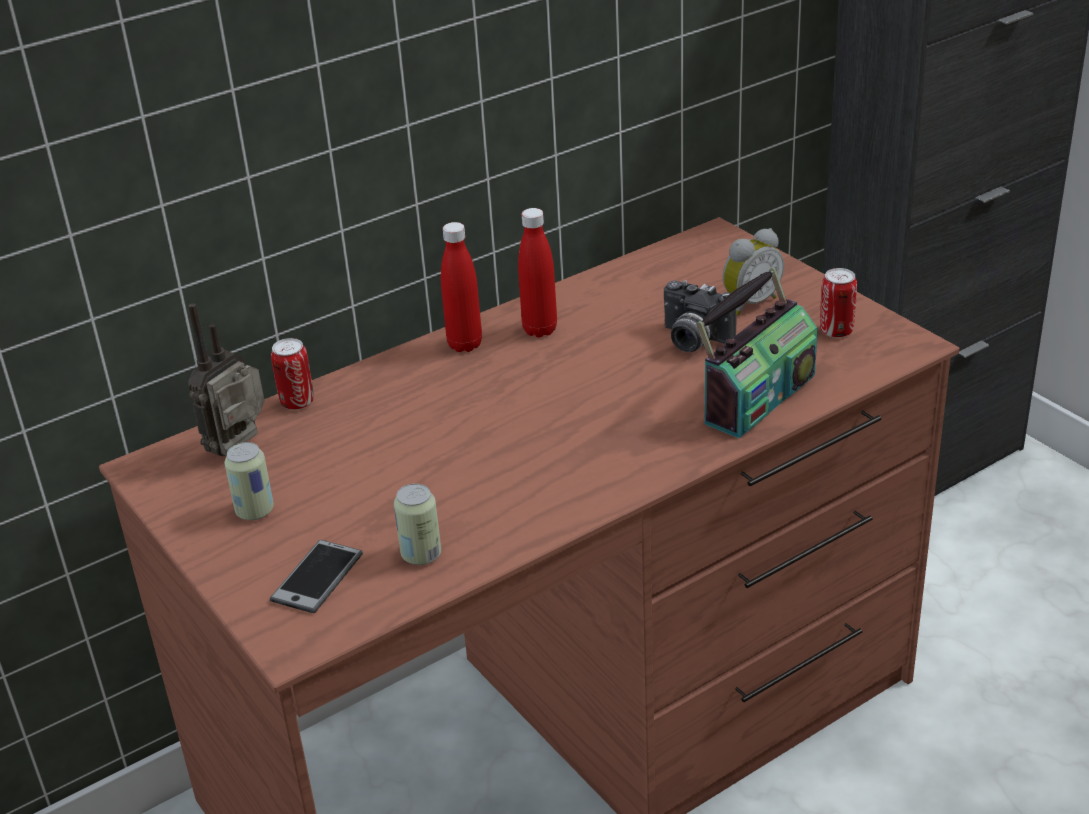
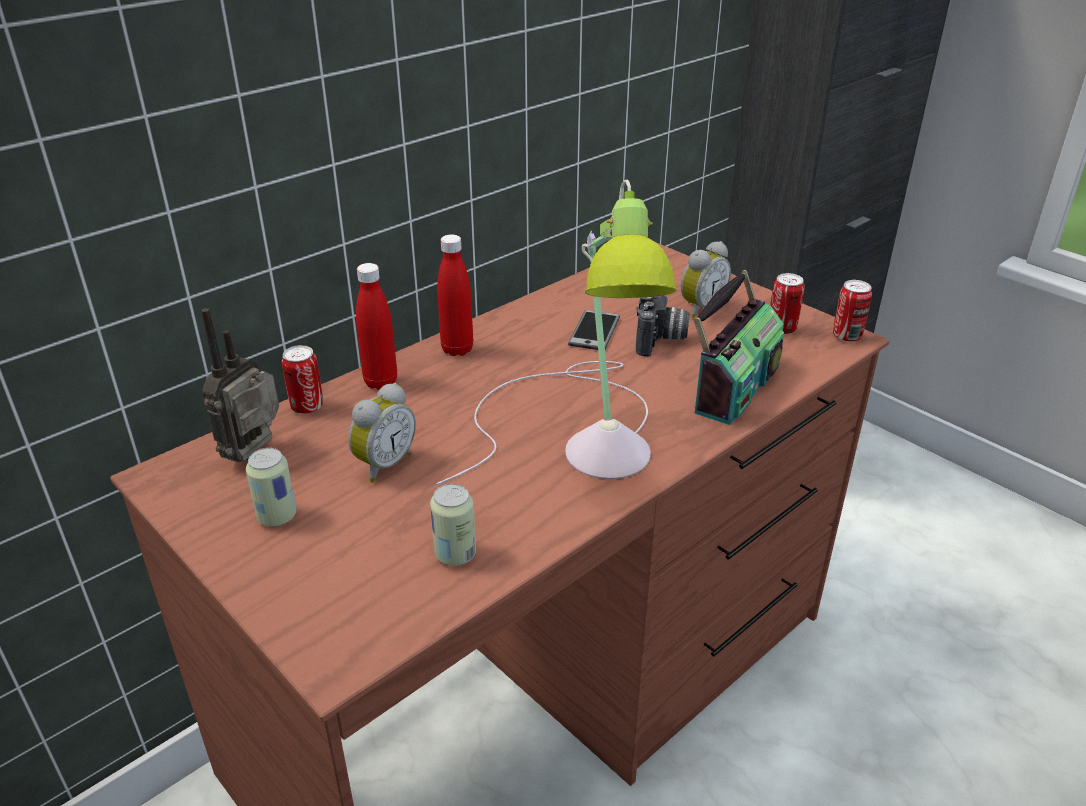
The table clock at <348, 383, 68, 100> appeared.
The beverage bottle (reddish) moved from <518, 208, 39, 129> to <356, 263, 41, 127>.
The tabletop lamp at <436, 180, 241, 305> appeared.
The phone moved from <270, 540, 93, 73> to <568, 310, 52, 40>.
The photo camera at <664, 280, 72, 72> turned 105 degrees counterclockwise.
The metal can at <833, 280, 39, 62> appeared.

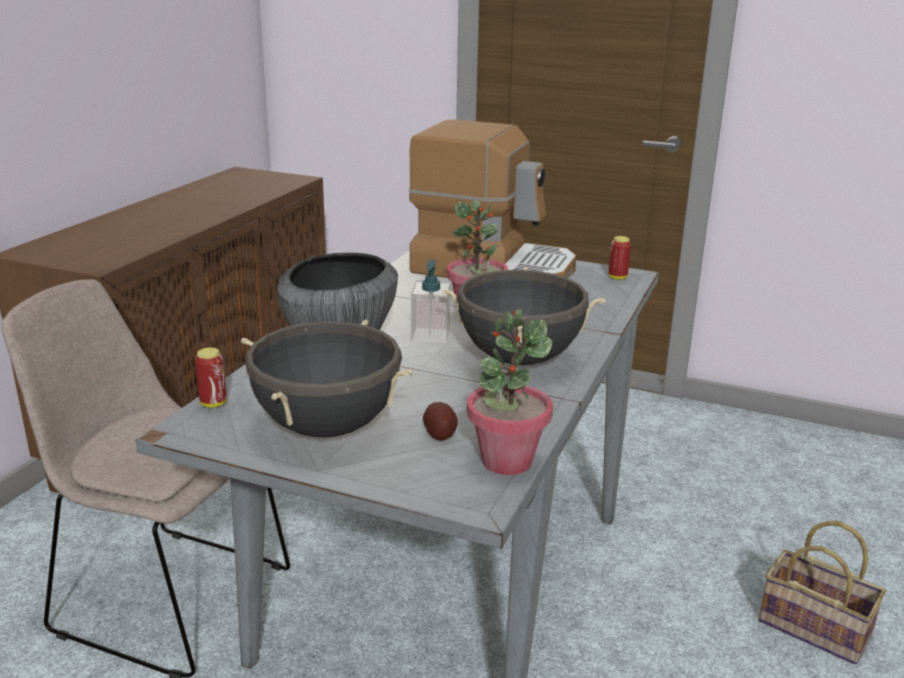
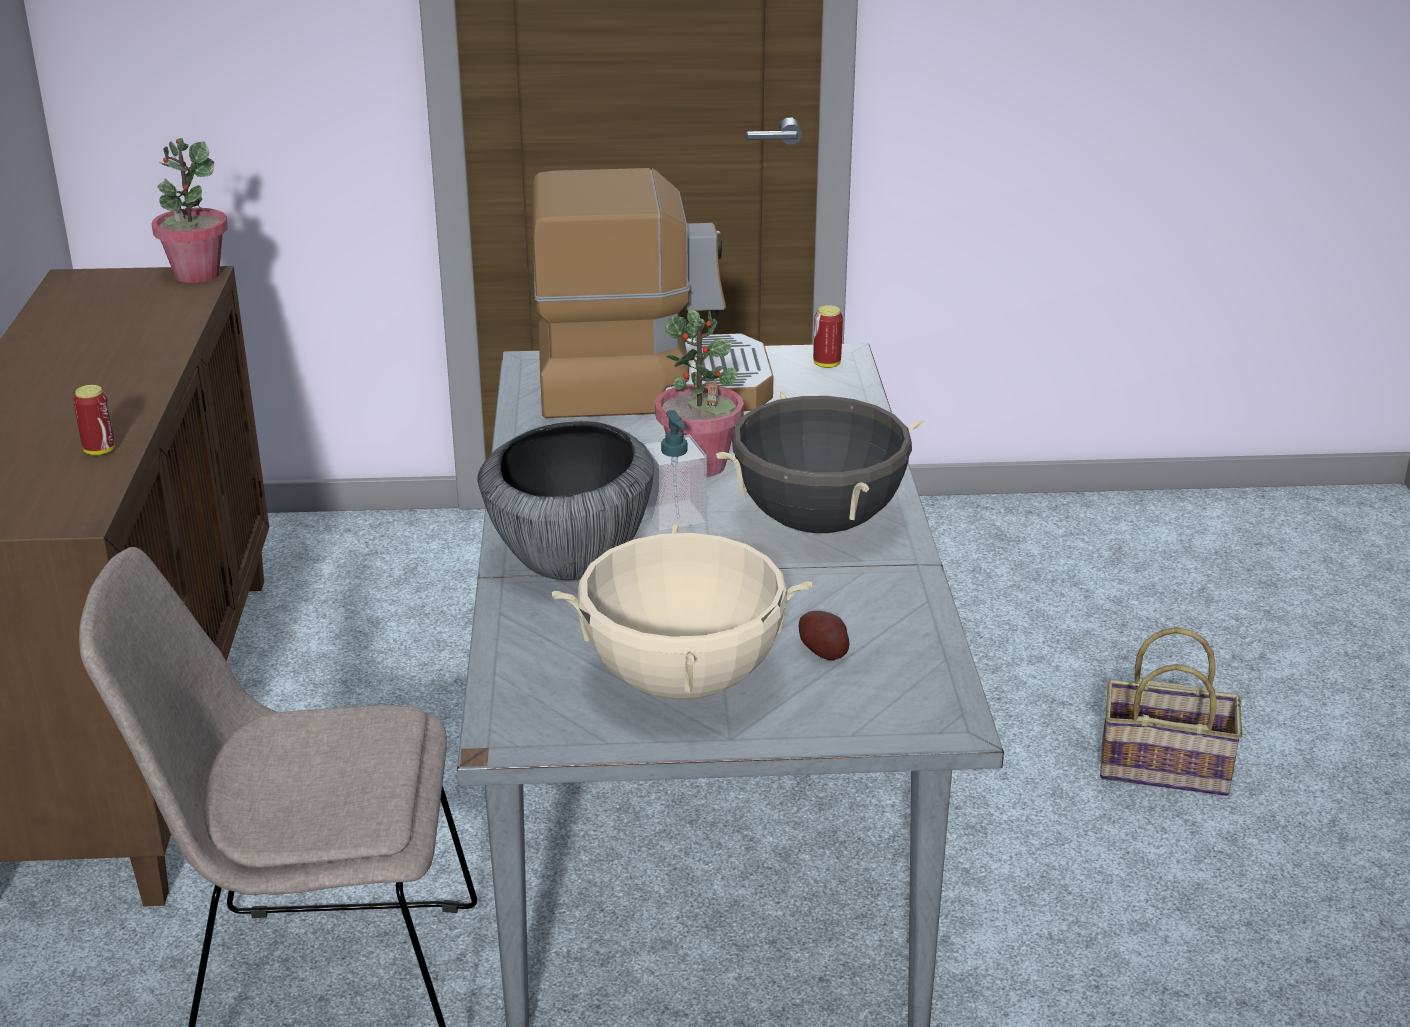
The metal can moved from <195, 348, 32, 60> to <73, 385, 42, 70>.
The plant in a pot moved from <467, 310, 86, 165> to <152, 138, 76, 145>.
The stockpot (black) at <241, 319, 172, 119> became the stockpot (beige) at <552, 523, 260, 177>.

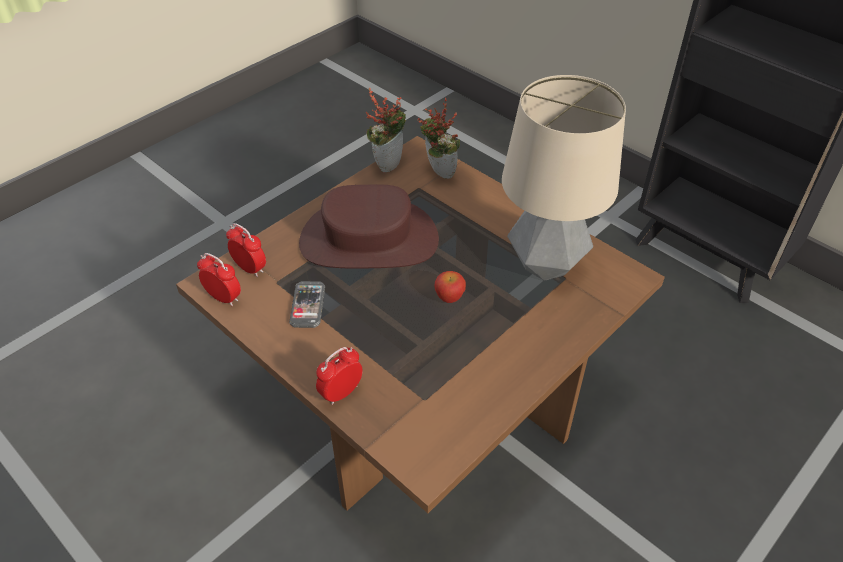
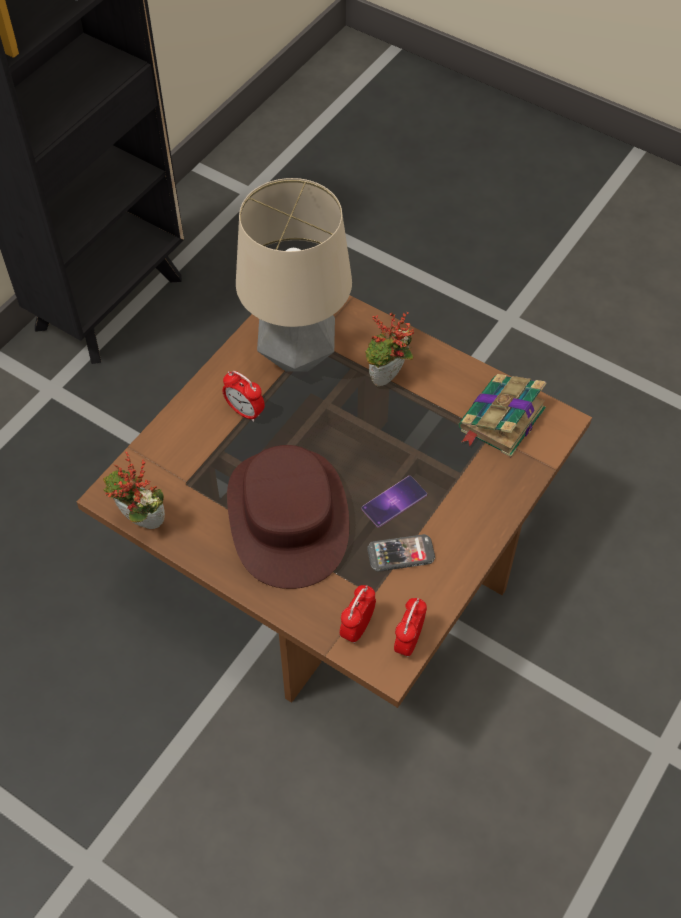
The table clock moved from <316, 347, 47, 58> to <223, 371, 42, 51>.
The phone at <362, 476, 65, 52> appeared.
The plant in a pot moved from <418, 98, 42, 81> to <365, 312, 49, 75>.
The book at <459, 374, 88, 83> appeared.
The apple fruit at <434, 271, 32, 32> disappeared.

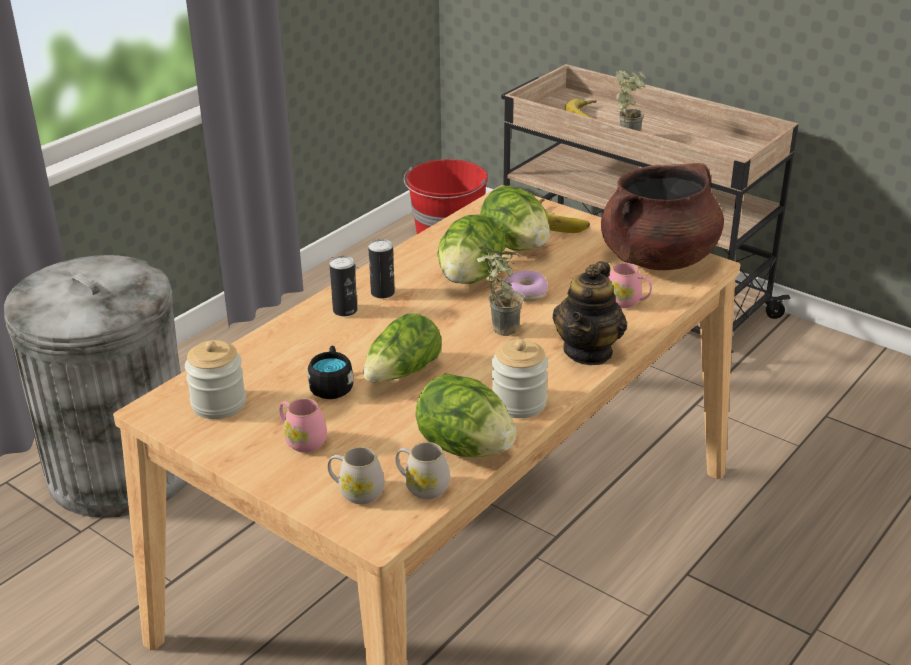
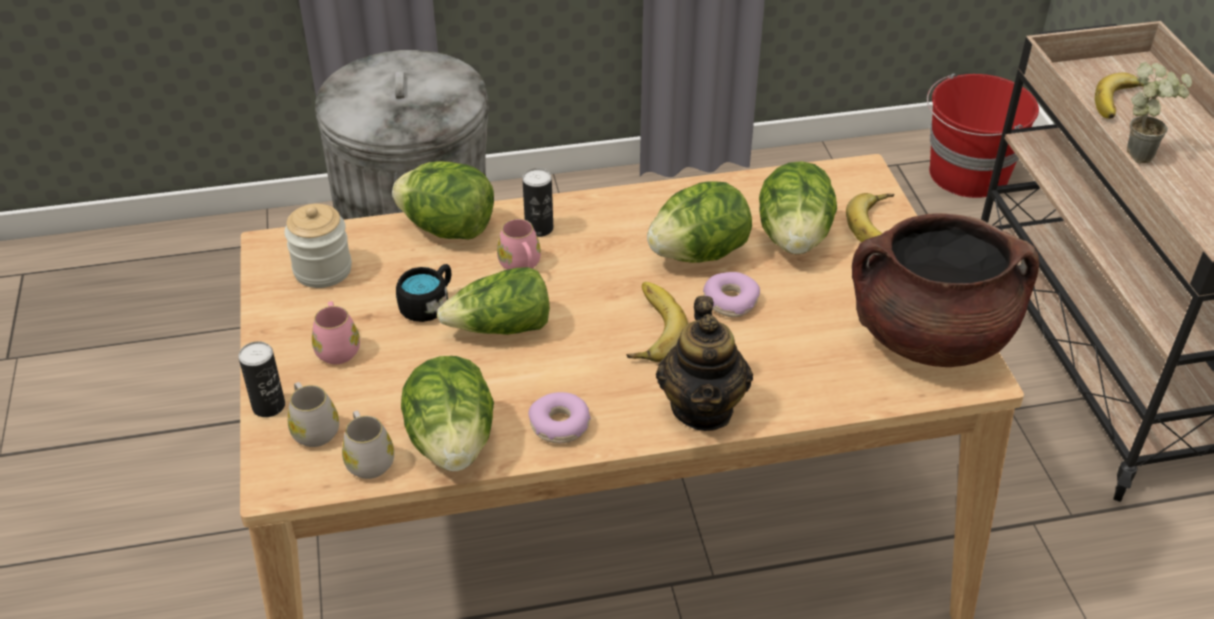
The metal can moved from <368, 239, 27, 59> to <238, 341, 47, 76>.
The lettuce head at <392, 161, 102, 78> appeared.
The mug (pinkish) moved from <609, 263, 43, 45> to <497, 219, 44, 51>.
The preserve jar at <492, 339, 56, 79> was replaced by the doughnut at <528, 392, 63, 51>.
The plant in a pot at <477, 247, 47, 89> was replaced by the whole banana at <626, 282, 62, 80>.
The teapot at <553, 261, 74, 104> turned 60 degrees counterclockwise.

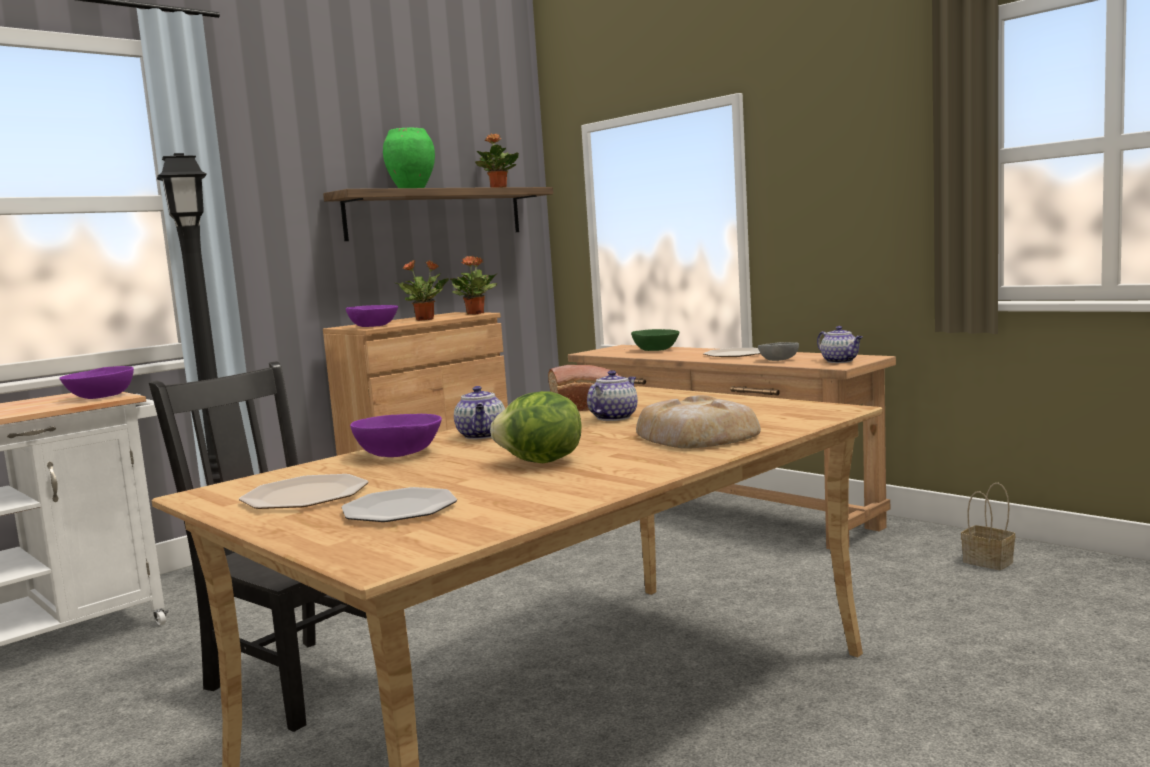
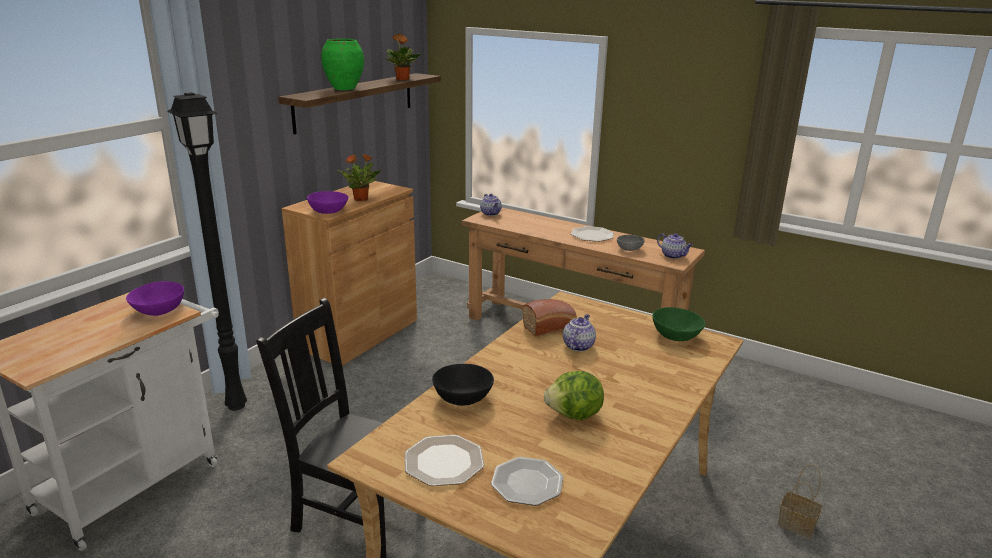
The deep dish (purplish) at <350, 414, 92, 43> became the deep dish (black) at <432, 364, 62, 42>.
The teapot moved from <454, 386, 51, 53> to <480, 194, 22, 22>.
The deep dish (greenish) moved from <631, 329, 48, 22> to <653, 307, 52, 34>.
The basket moved from <961, 483, 54, 87> to <778, 464, 44, 74>.
The plant in a pot at <450, 256, 47, 59> disappeared.
The bakery bread at <636, 395, 125, 54> disappeared.

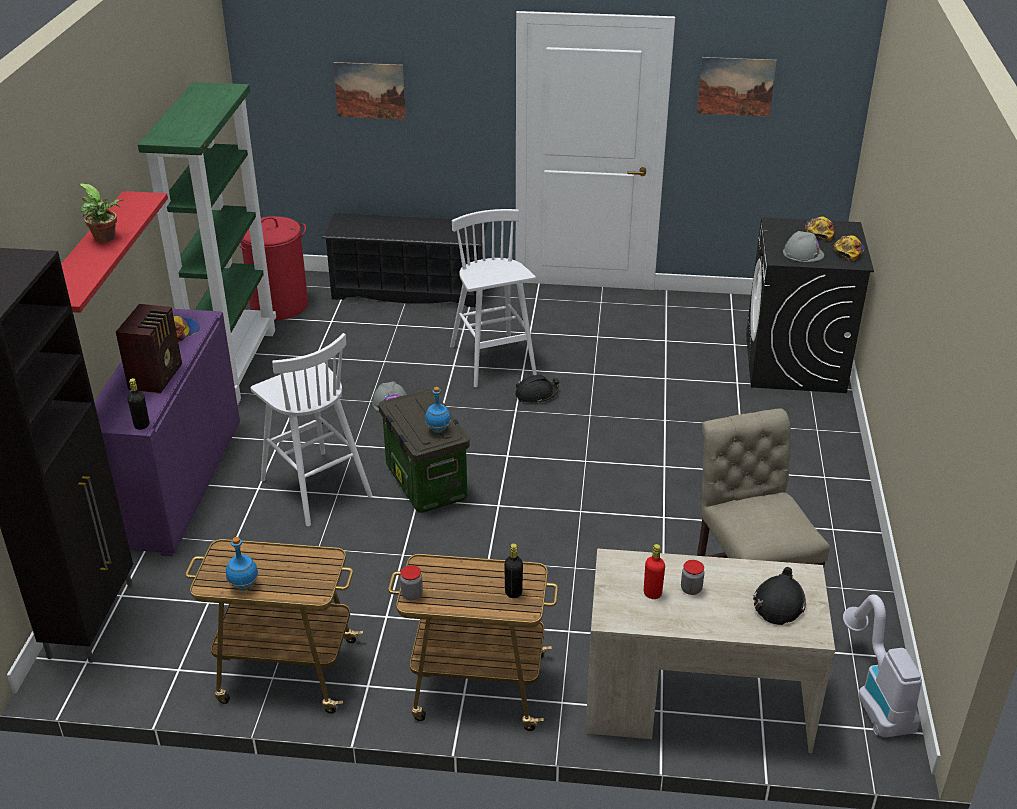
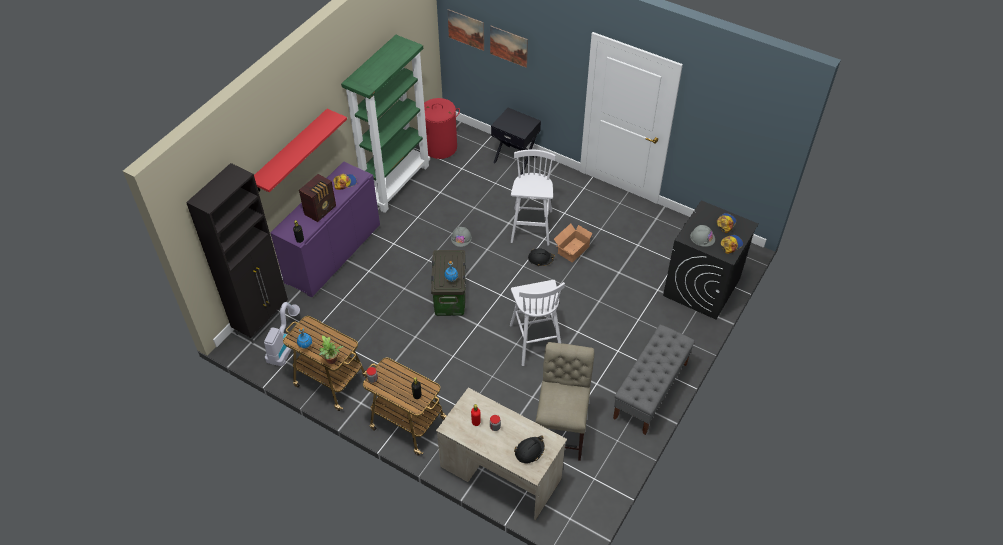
The hoover moved from <843, 594, 79, 143> to <264, 302, 36, 64>.
The plant in a pot moved from <79, 183, 45, 60> to <319, 335, 25, 29>.
The picture moved from <697, 57, 80, 60> to <448, 9, 36, 42>.
The shoe stand (black) at <322, 213, 166, 94> was replaced by the bedside table (black) at <491, 108, 50, 67>.
The stool (white) moved from <251, 333, 121, 194> to <510, 280, 55, 86>.
The cardboard box at <554, 223, 38, 40> appeared.
The indoor bench (gray) at <613, 325, 82, 110> appeared.

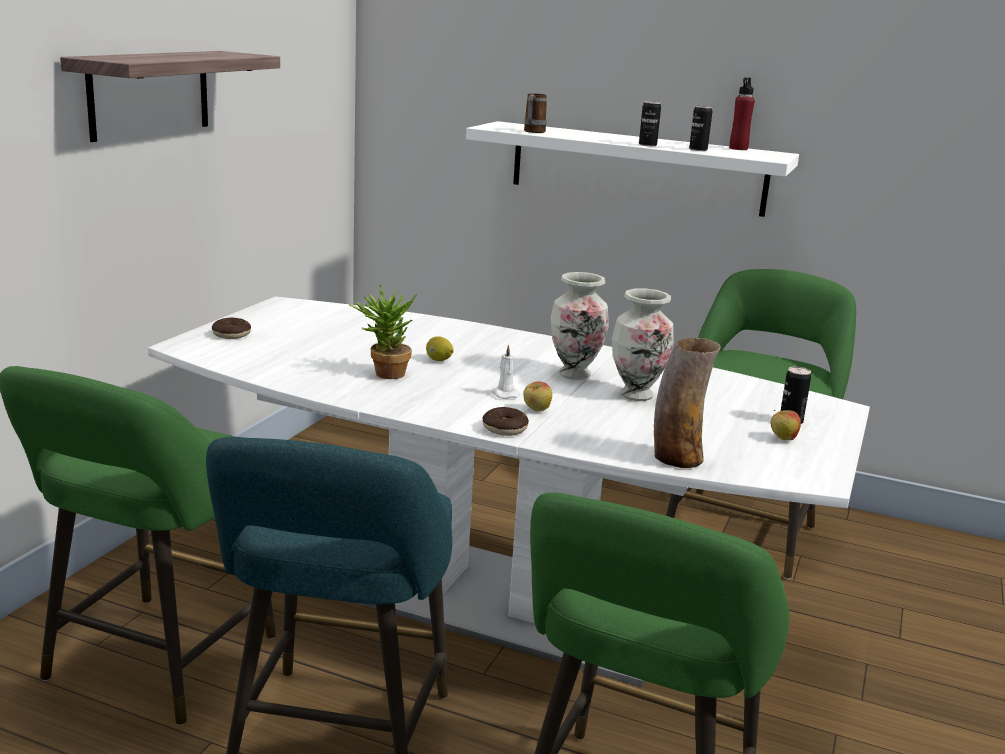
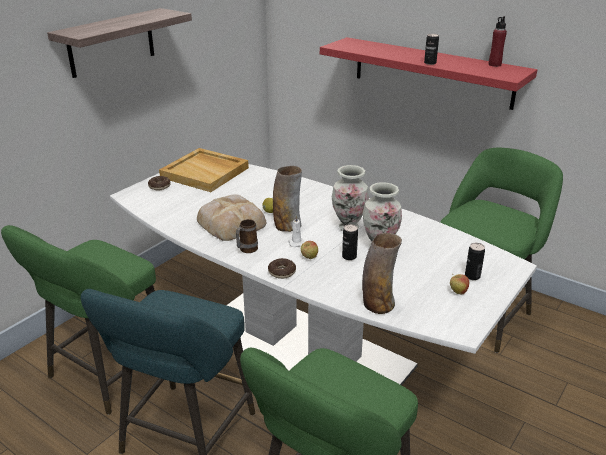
The carrying tray (beige) at <159, 148, 90, 44> appeared.
The plant in a pot at <349, 284, 68, 95> was replaced by the bakery bread at <197, 194, 69, 47>.
The mug moved from <524, 93, 23, 40> to <236, 219, 22, 34>.
The vase at <273, 166, 29, 66> appeared.
The wall shelf (white) at <466, 121, 333, 96> became the wall shelf (reddish) at <320, 37, 218, 73>.
The metal can moved from <689, 105, 24, 46> to <342, 224, 16, 36>.

